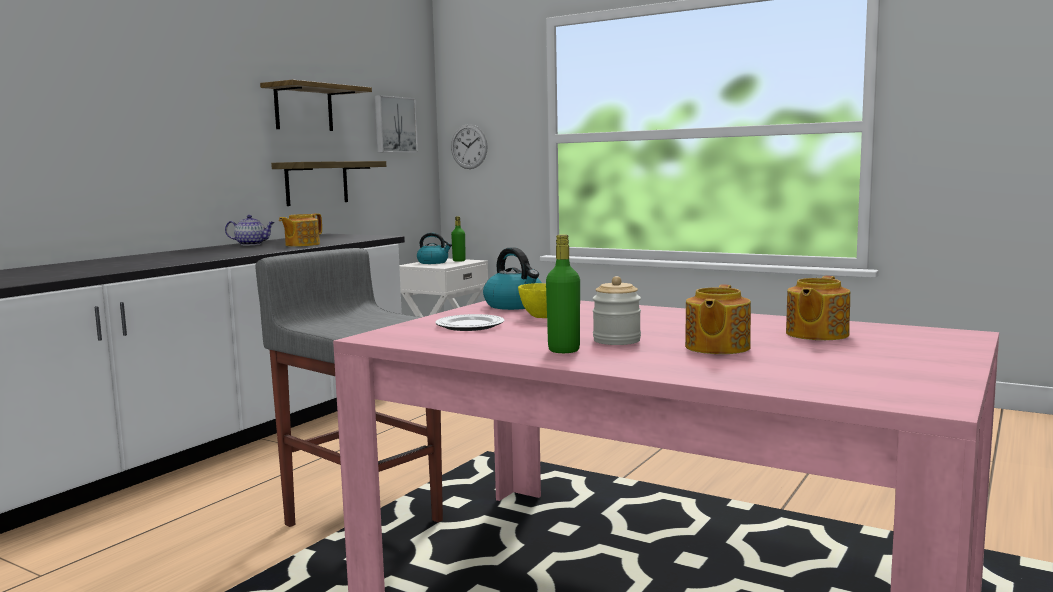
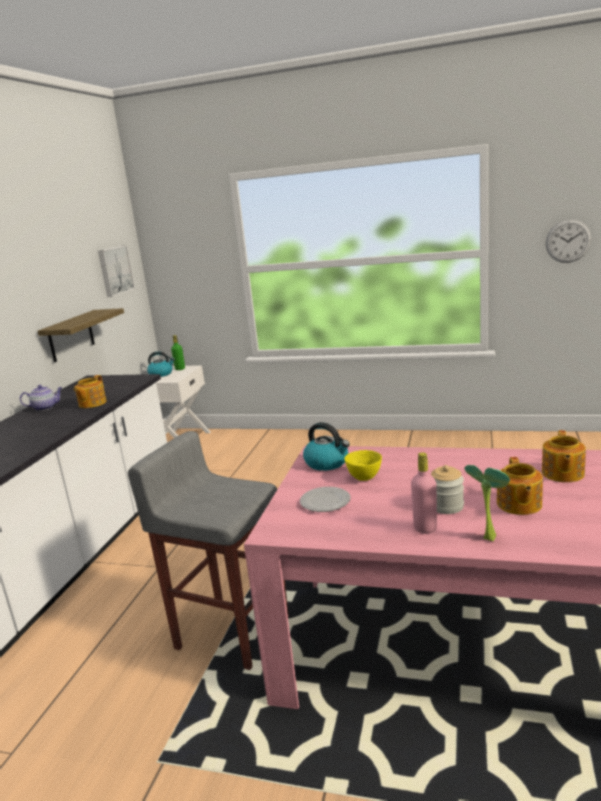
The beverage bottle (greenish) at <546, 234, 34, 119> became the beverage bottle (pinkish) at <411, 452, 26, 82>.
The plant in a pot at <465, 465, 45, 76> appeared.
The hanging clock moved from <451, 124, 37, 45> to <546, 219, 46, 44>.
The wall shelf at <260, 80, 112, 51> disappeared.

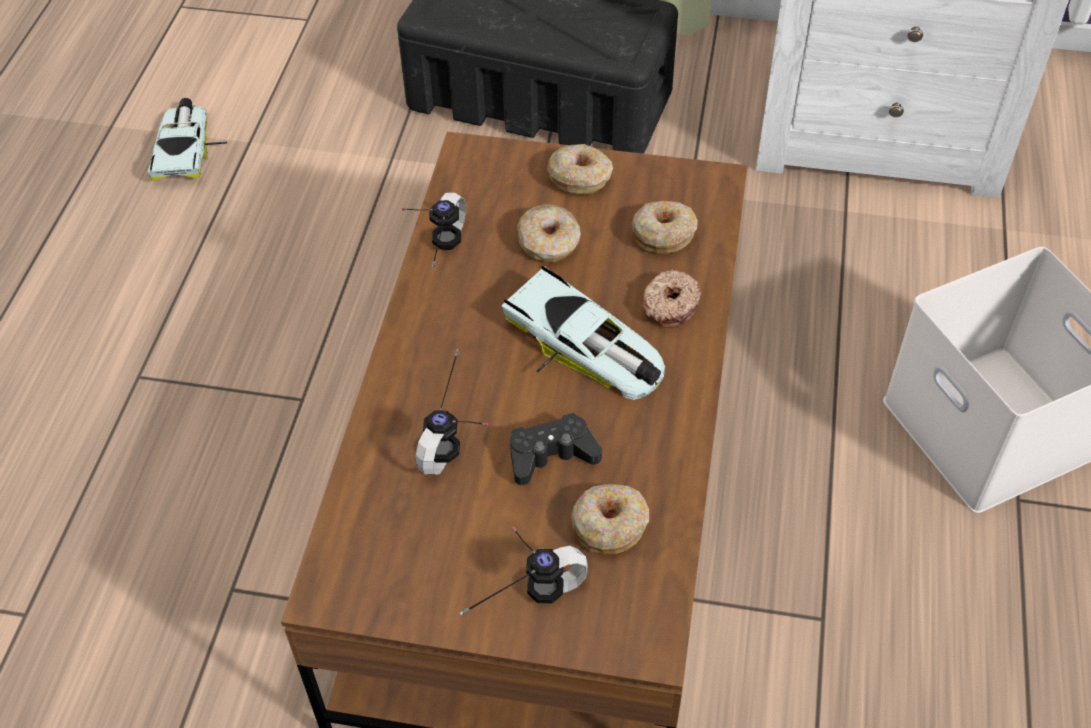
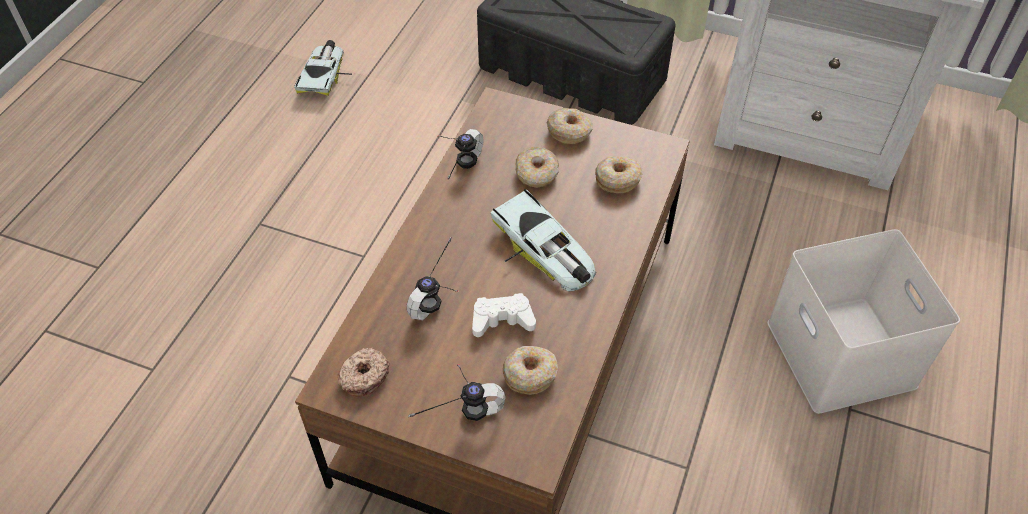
The doughnut moved from <642, 269, 60, 59> to <337, 347, 52, 50>.
The gamepad (black) at <510, 413, 92, 72> became the gamepad (white) at <472, 293, 64, 44>.

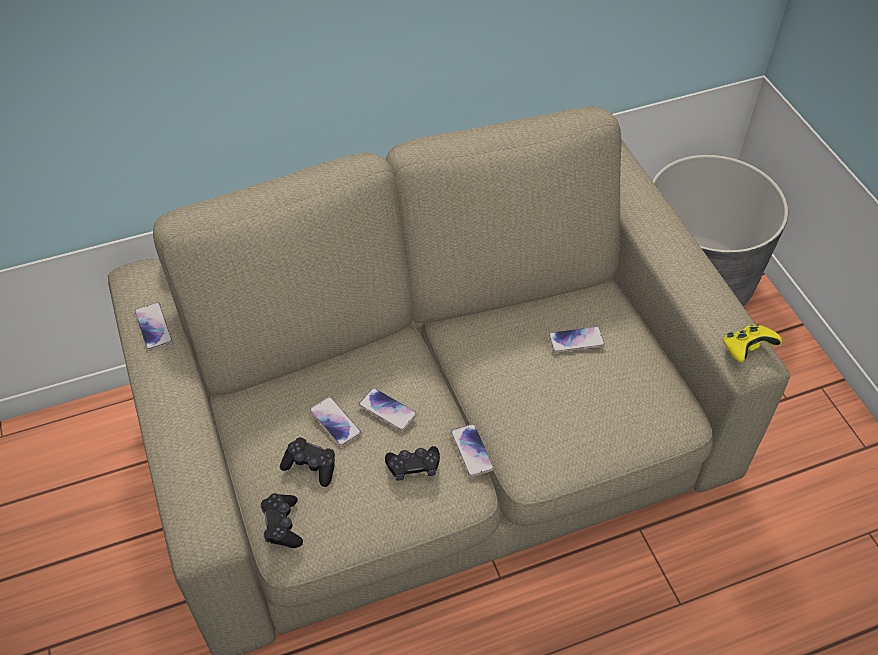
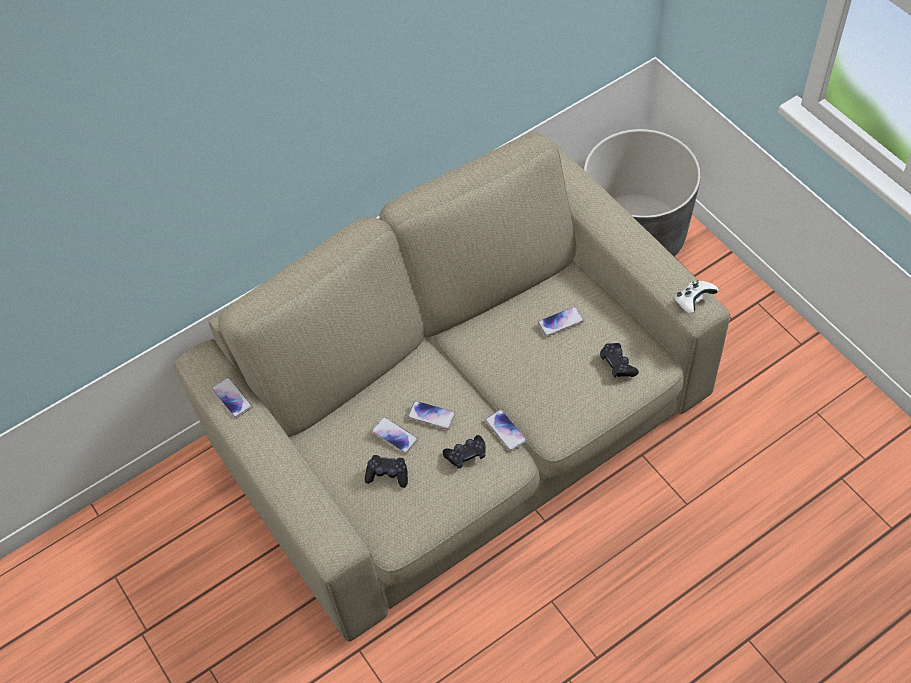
The gamepad (black) moved from <261, 493, 42, 55> to <600, 343, 39, 34>.
The gamepad (yellow-coloured) at <723, 324, 59, 38> became the gamepad (white) at <674, 280, 45, 34>.

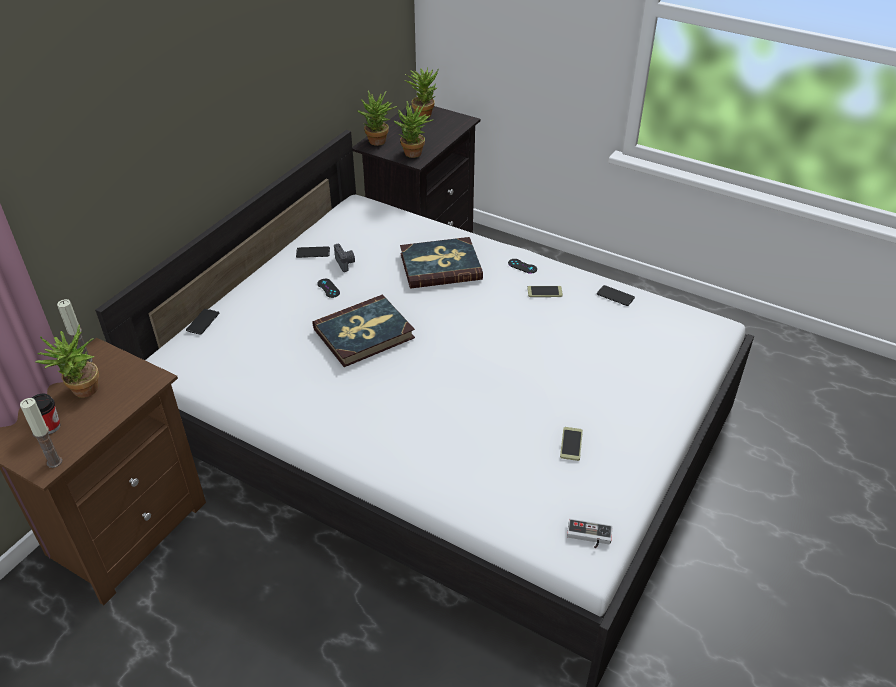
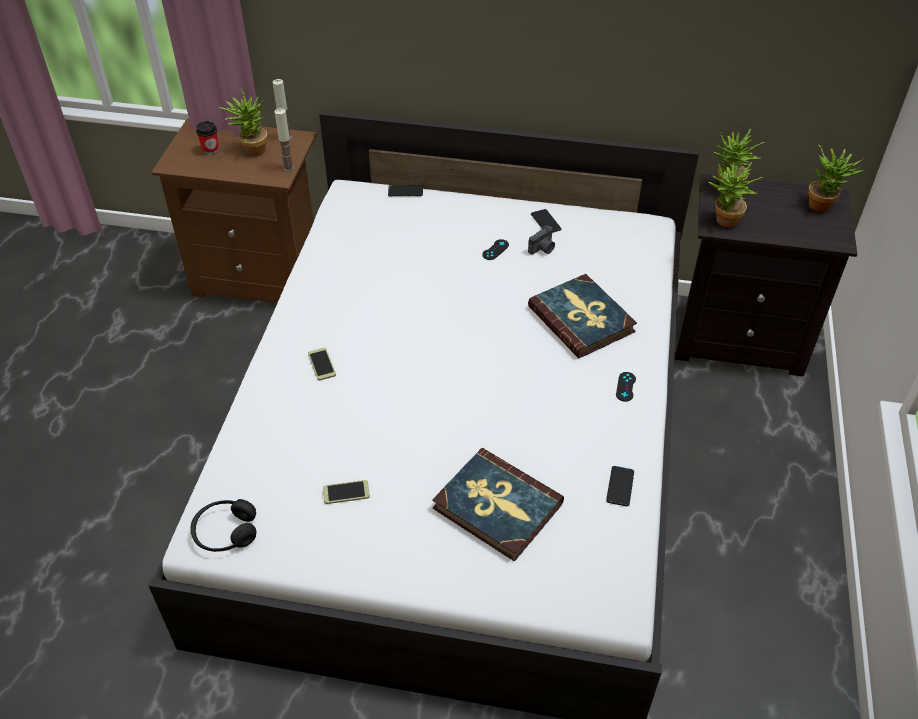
The gamepad at <567, 519, 46, 29> was replaced by the headphones (black) at <190, 499, 66, 53>.
The wax light moved from <20, 398, 42, 70> to <275, 108, 19, 64>.
The phone moved from <527, 286, 36, 11> to <308, 348, 28, 33>.
The book moved from <313, 295, 102, 72> to <432, 448, 132, 113>.

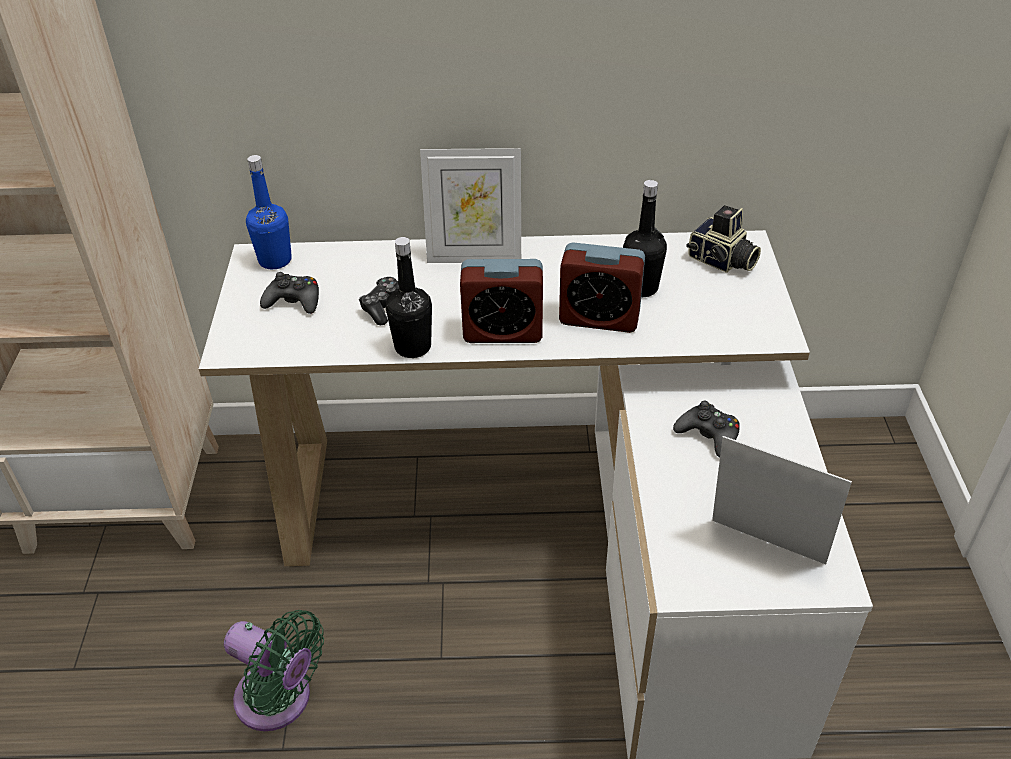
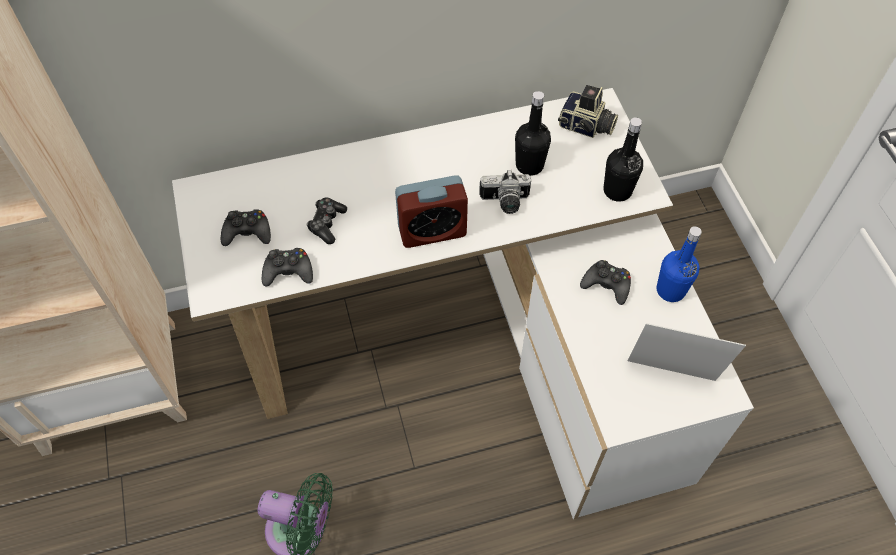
The gamepad (black) at <262, 248, 51, 38> appeared.
The table clock at <559, 242, 86, 91> was replaced by the photo camera at <479, 170, 52, 44>.
The beverage bottle (black) moved from <386, 237, 46, 121> to <604, 117, 39, 85>.
The beverage bottle (bluish) moved from <246, 155, 46, 114> to <656, 226, 46, 76>.
The photo frame at <420, 148, 101, 115> disappeared.

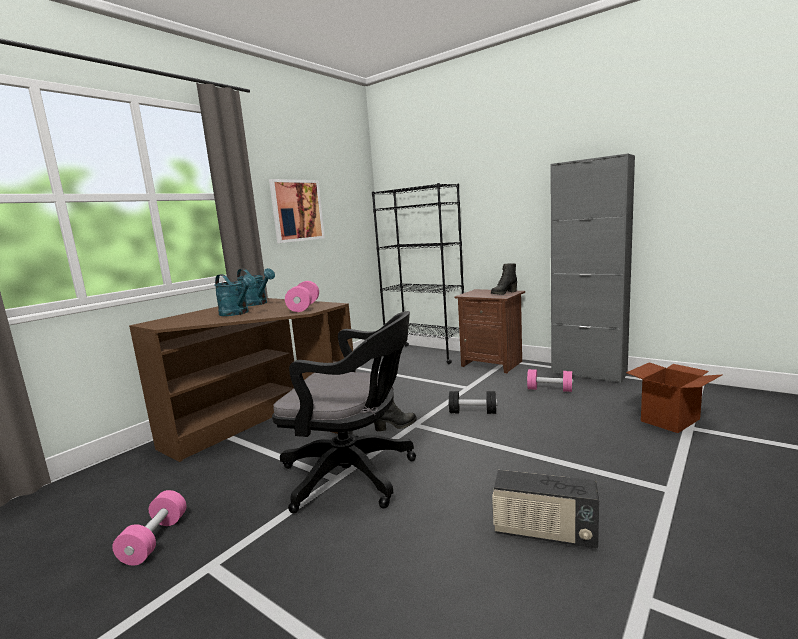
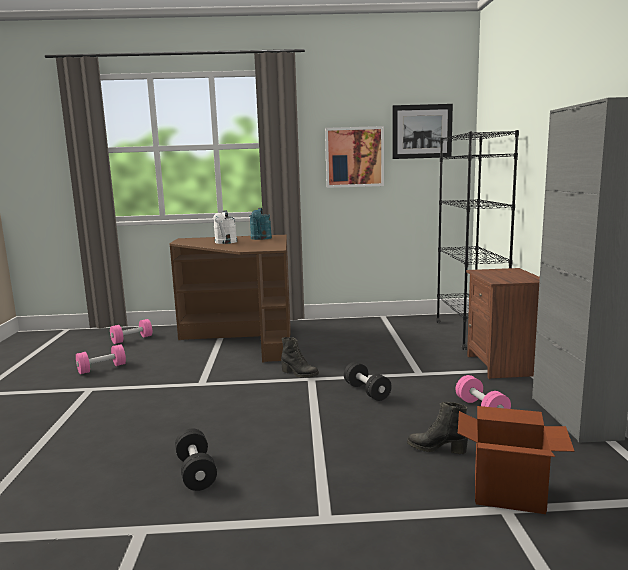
The free weight (pinkish) moved from <285, 281, 34, 31> to <110, 319, 42, 25>.
The radio set at <492, 470, 107, 78> was replaced by the free weight (black) at <175, 429, 42, 62>.
The sprinkling can (turquoise-coloured) at <215, 274, 41, 42> became the sprinkling can (white) at <213, 210, 24, 34>.
The picture at <392, 104, 61, 55> appeared.
The high-top boot (black) moved from <491, 264, 26, 30> to <407, 402, 61, 52>.
The desk chair (black) at <272, 311, 144, 203> disappeared.

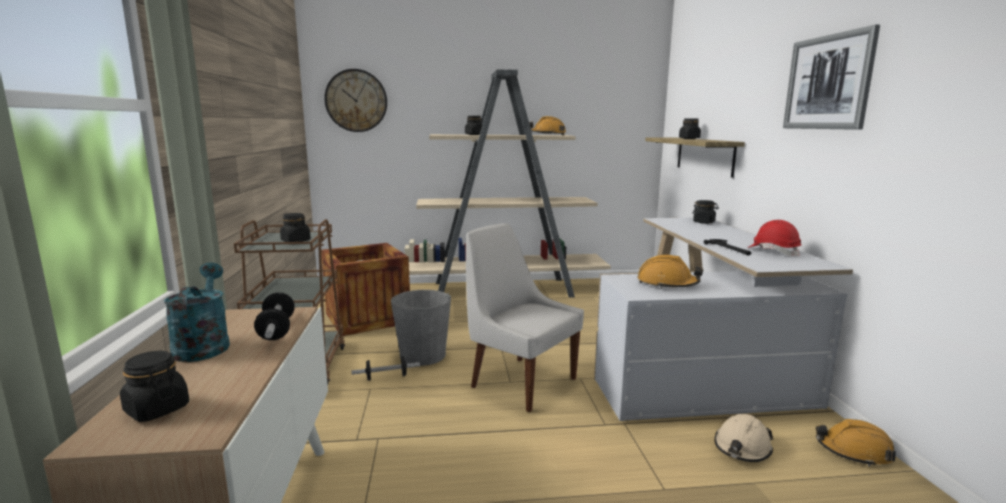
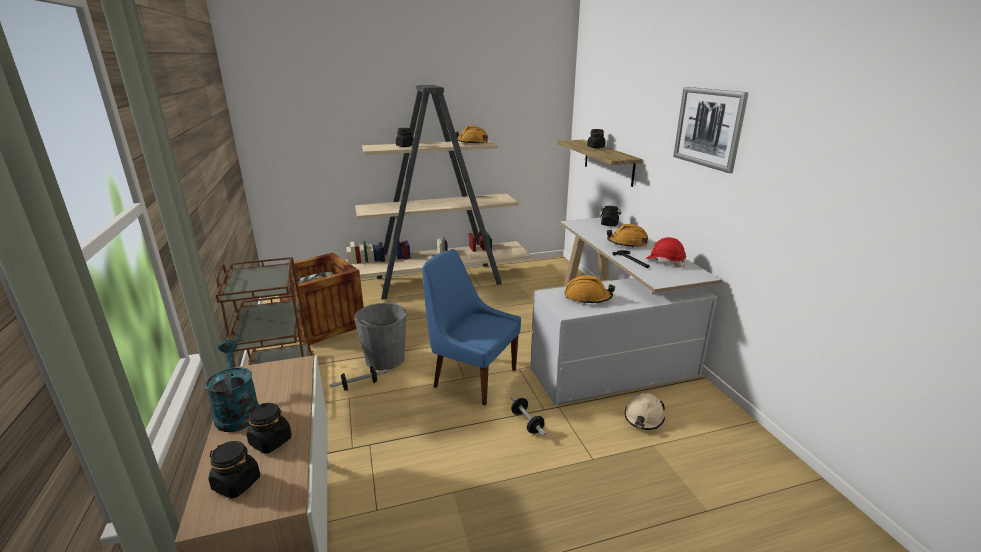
The preserve jar (black) moved from <280, 213, 31, 29> to <247, 403, 45, 51>.
The plain chair (white) at <466, 223, 118, 189> became the plain chair (bluish) at <422, 249, 99, 156>.
The free weight moved from <254, 292, 41, 48> to <511, 396, 35, 41>.
The work helmet (orange-coloured) moved from <816, 419, 80, 48> to <607, 224, 41, 24>.
The hanging clock at <324, 69, 63, 63> disappeared.

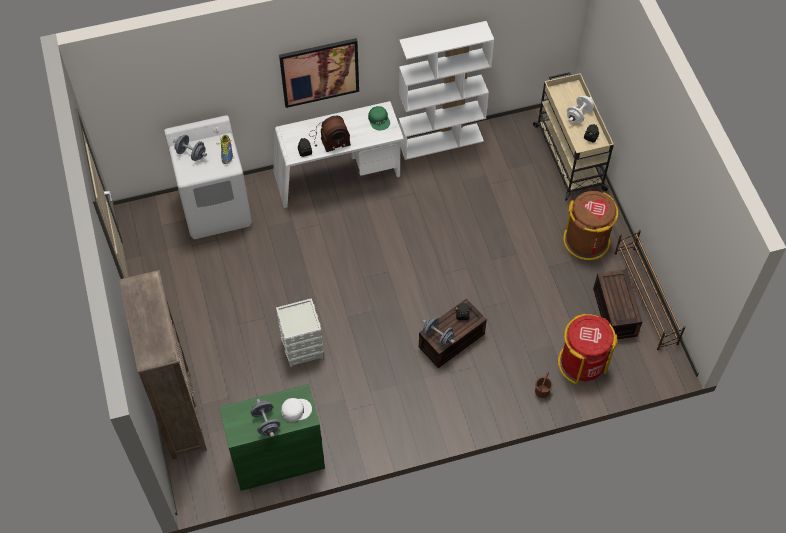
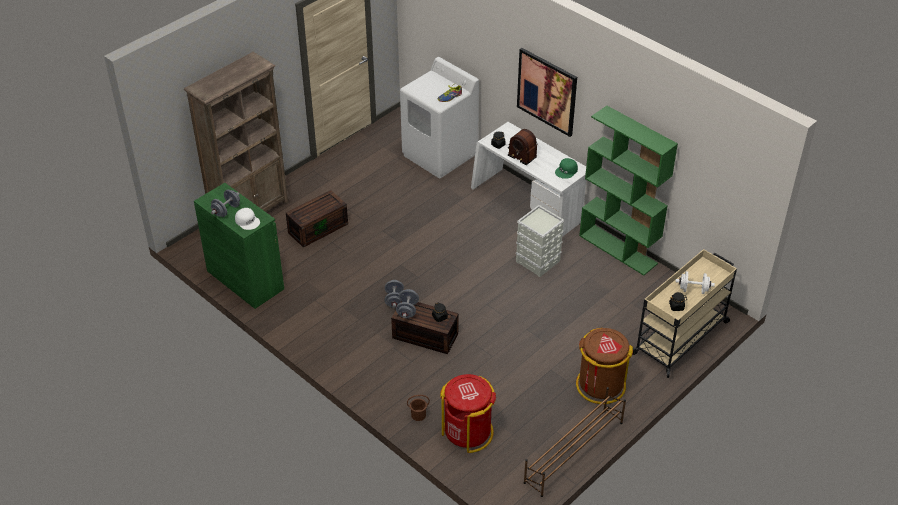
The storage bin (brown) moved from <593, 269, 49, 70> to <286, 190, 62, 58>.
The free weight (gray) moved from <173, 135, 34, 26> to <385, 280, 19, 28>.
The storage bin (gray) moved from <276, 298, 48, 69> to <516, 205, 48, 72>.
The shelving unit (white) at <399, 21, 95, 139> became the shelving unit (greenish) at <579, 106, 99, 169>.

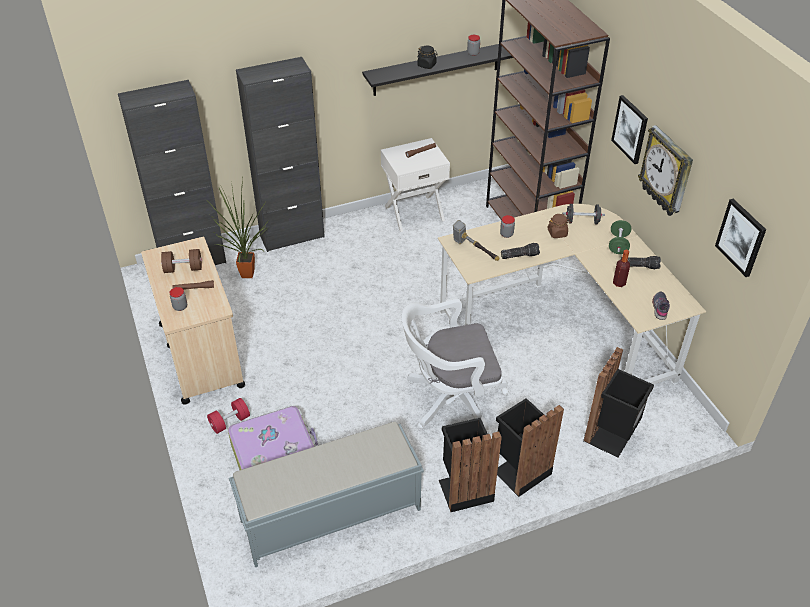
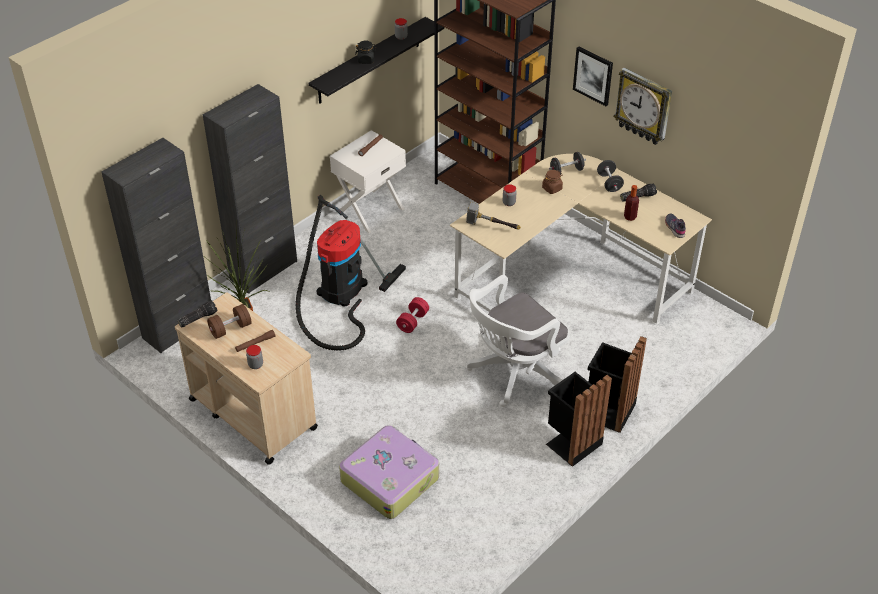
The flashlight moved from <501, 243, 39, 16> to <177, 300, 40, 28>.
The hoover at <295, 195, 111, 156> appeared.
The free weight (reddish) moved from <207, 398, 43, 36> to <396, 297, 33, 36>.
The free weight (greenish) at <609, 220, 22, 34> became the free weight (black) at <597, 160, 27, 32>.
The indoor bench (gray) at <229, 422, 195, 145> disappeared.
The waste bin (black) at <583, 347, 71, 110> disappeared.
The picture at <715, 199, 51, 78> disappeared.

